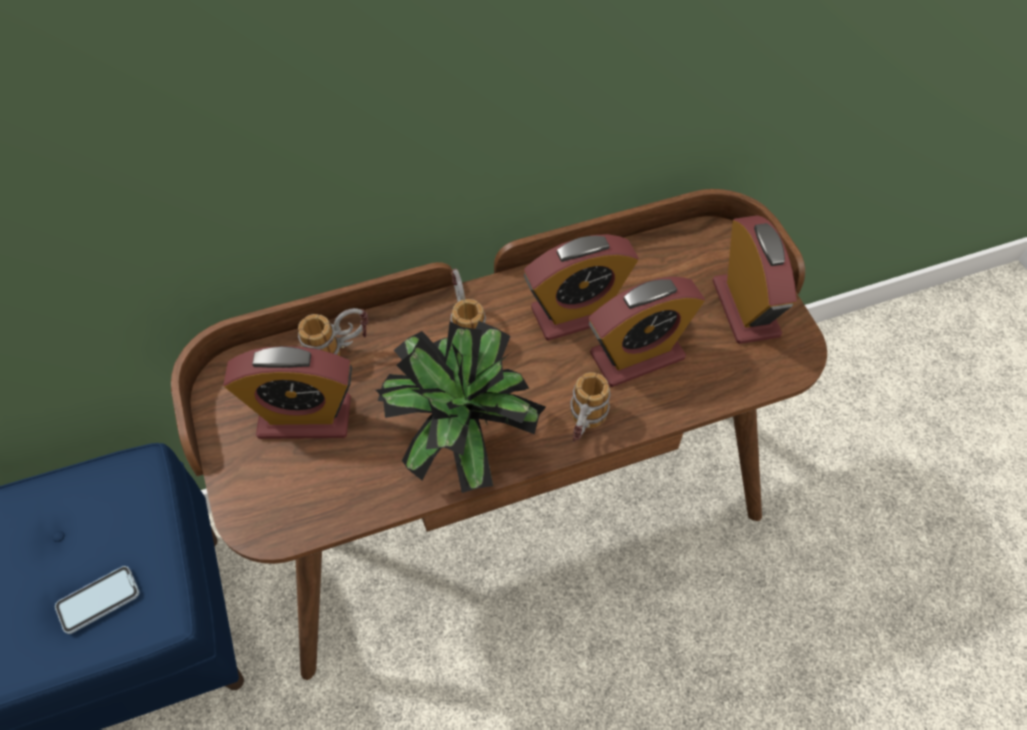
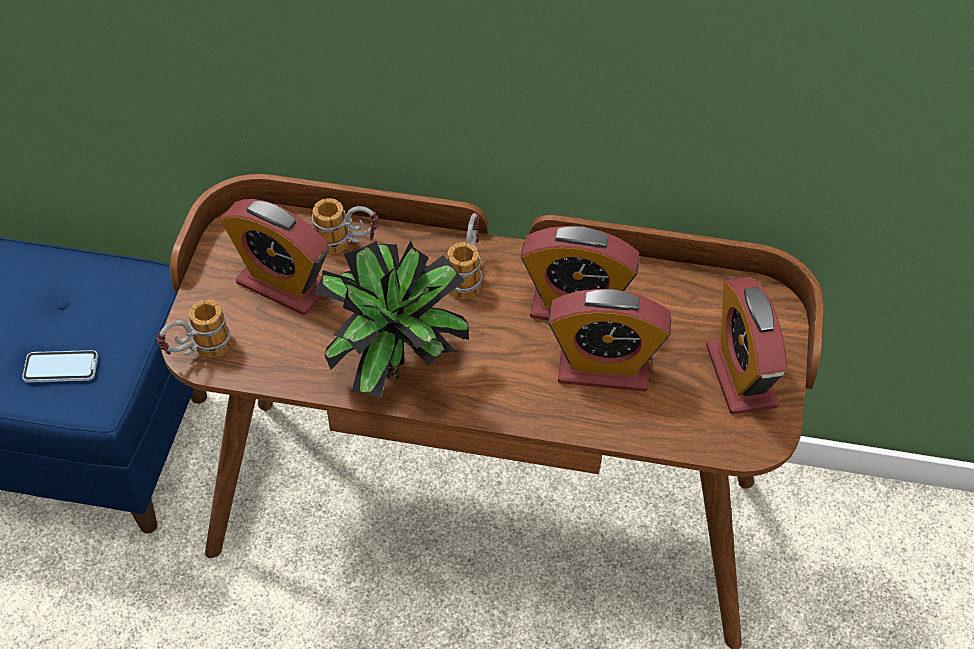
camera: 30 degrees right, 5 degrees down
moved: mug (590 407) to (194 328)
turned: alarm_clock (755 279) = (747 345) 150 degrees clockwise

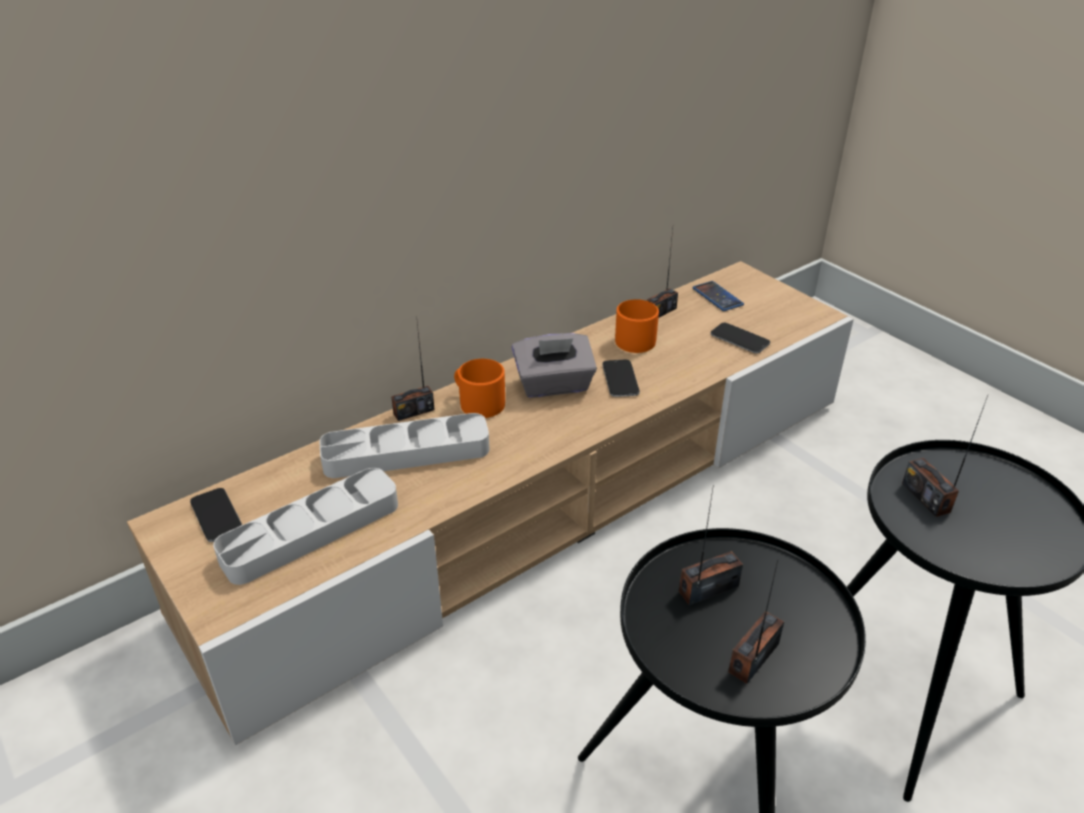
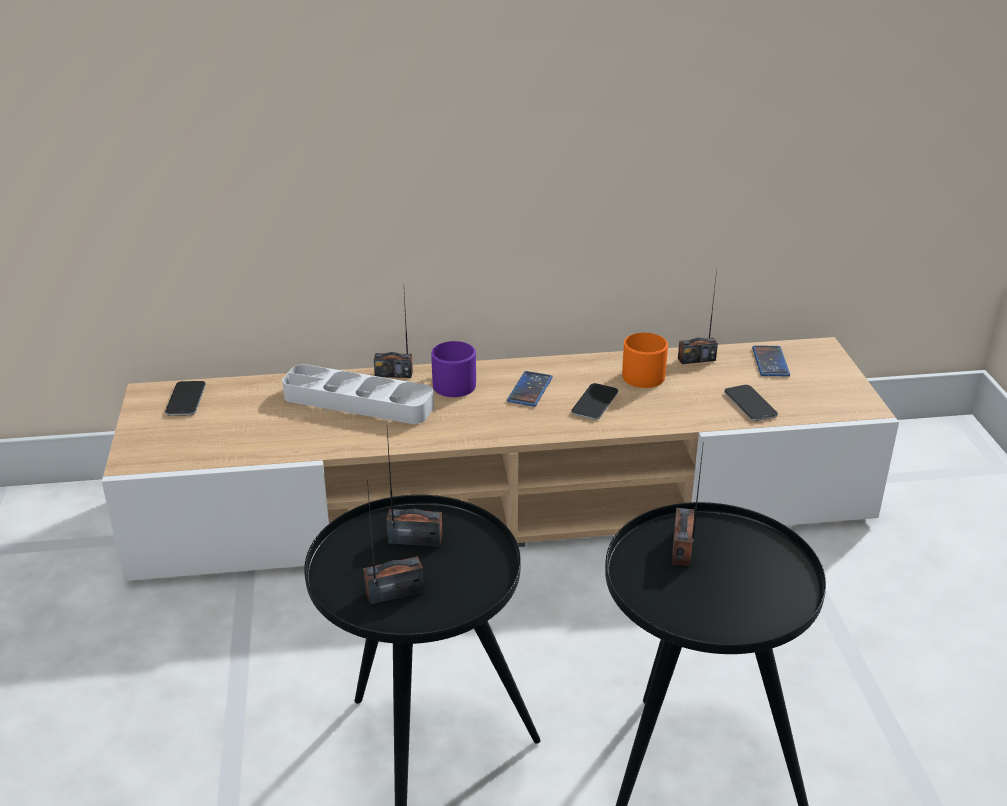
camera: 30 degrees right, 5 degrees down
removed: grey_tray (305 526)
replaced: grey_tissue_box (554 365) to phone (530 389)
recoloured: orange_mug (479 388) to purple_mug (453 369)

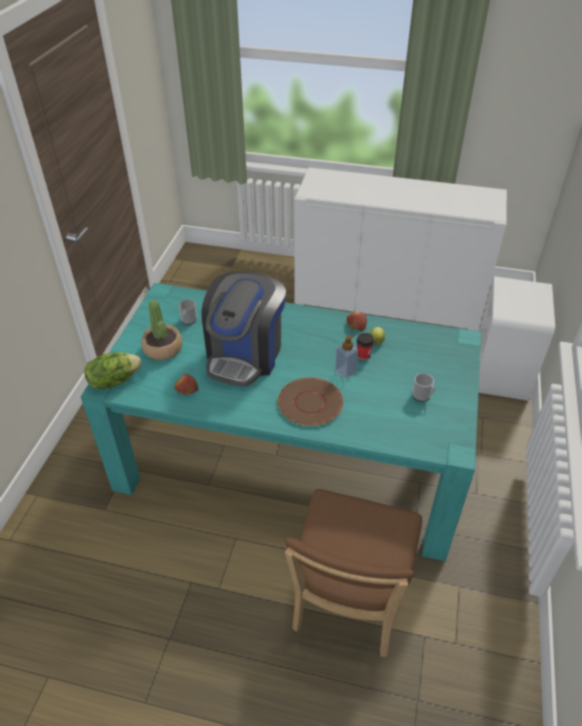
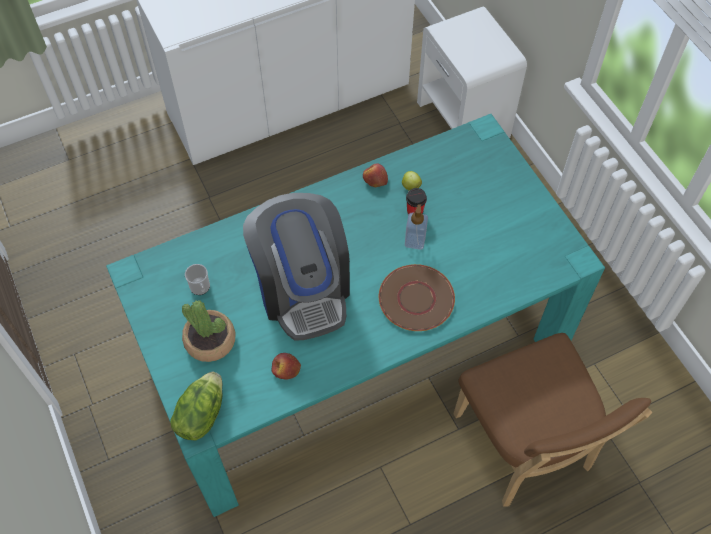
camera: 40 degrees left, 15 degrees up
removed: mug (424 387)

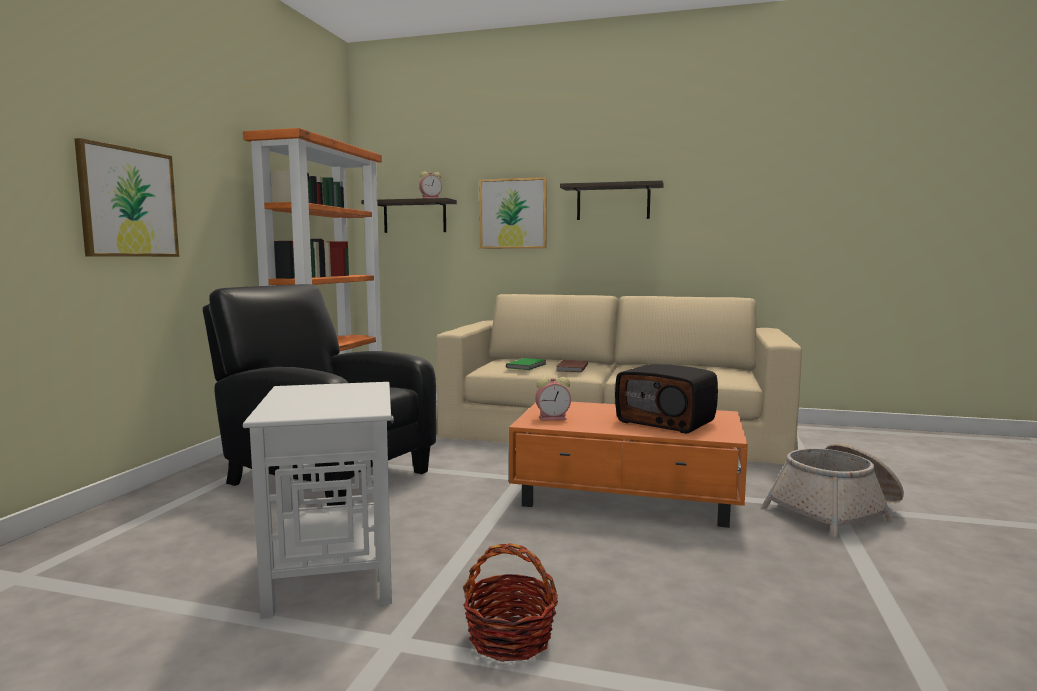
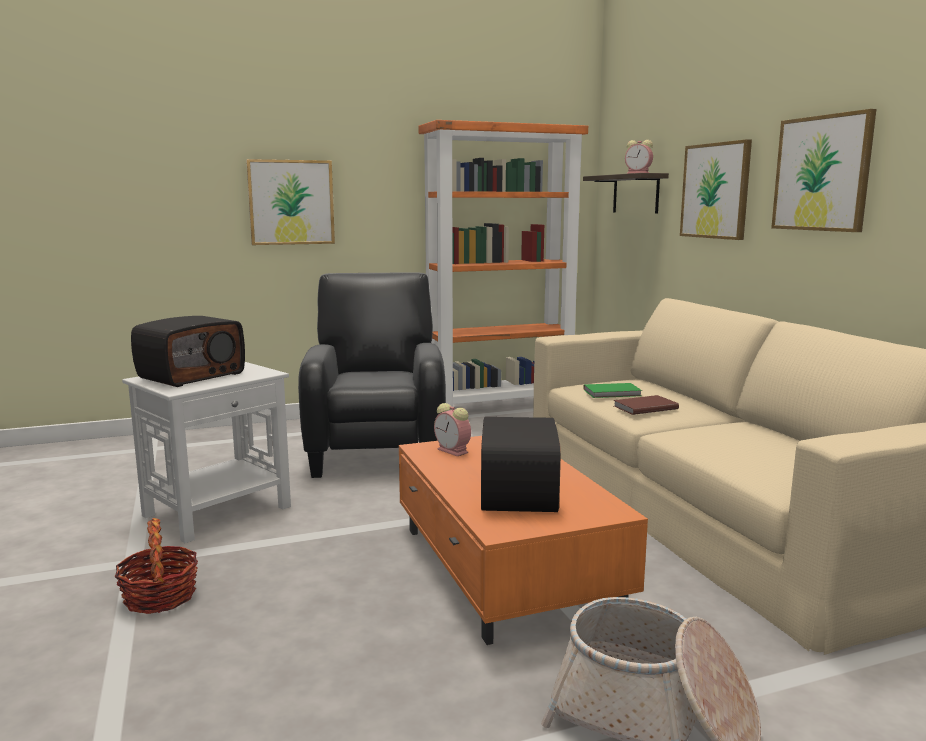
camera: 55 degrees right, 5 degrees up
added: radio (188 351)
replaced: shelf (612 200) to picture (823 170)

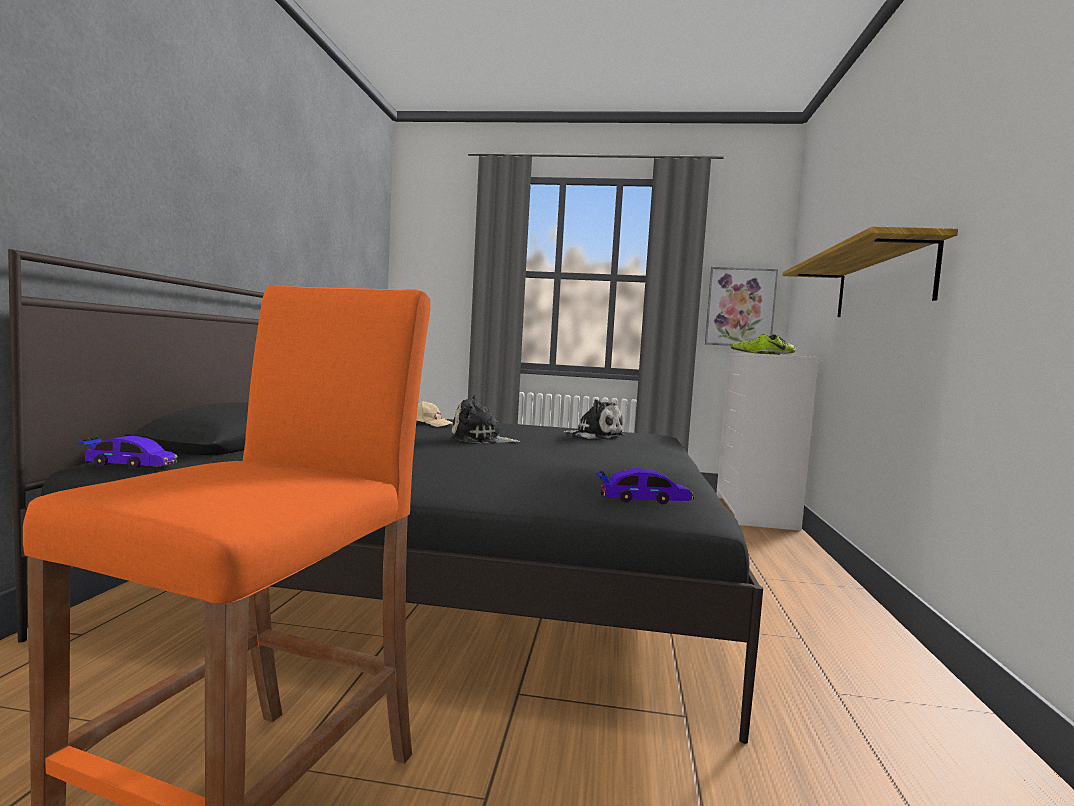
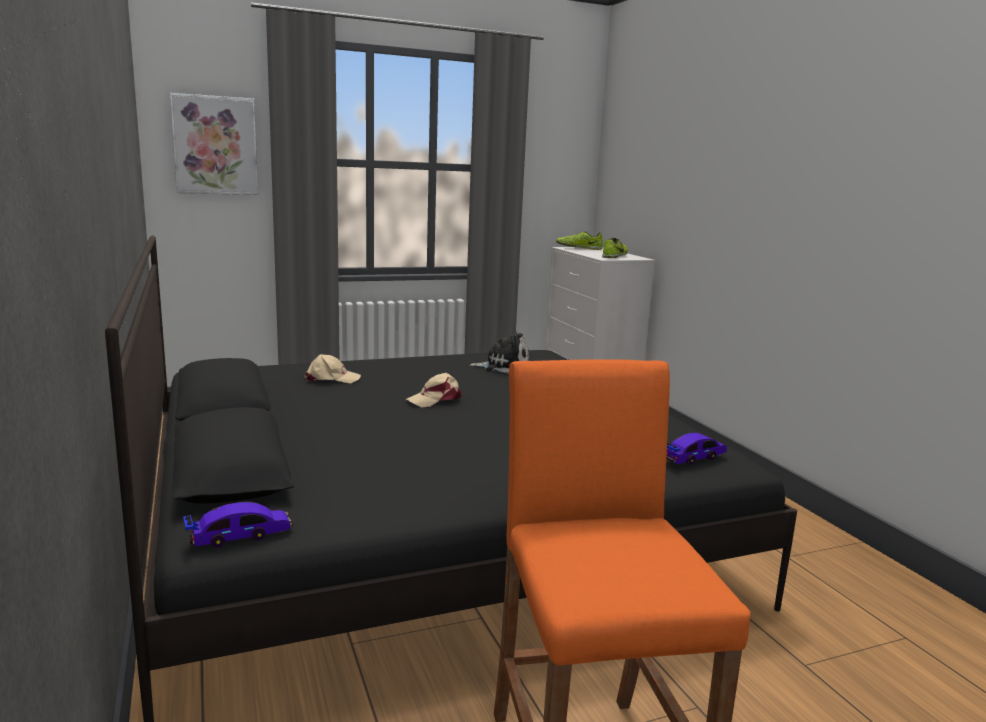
camera: 30 degrees left, 10 degrees up
removed: shelf (870 271)
moved: picture (741 306) to (214 144)
replaced: plush_toy (485 419) to beige_cap (434 390)

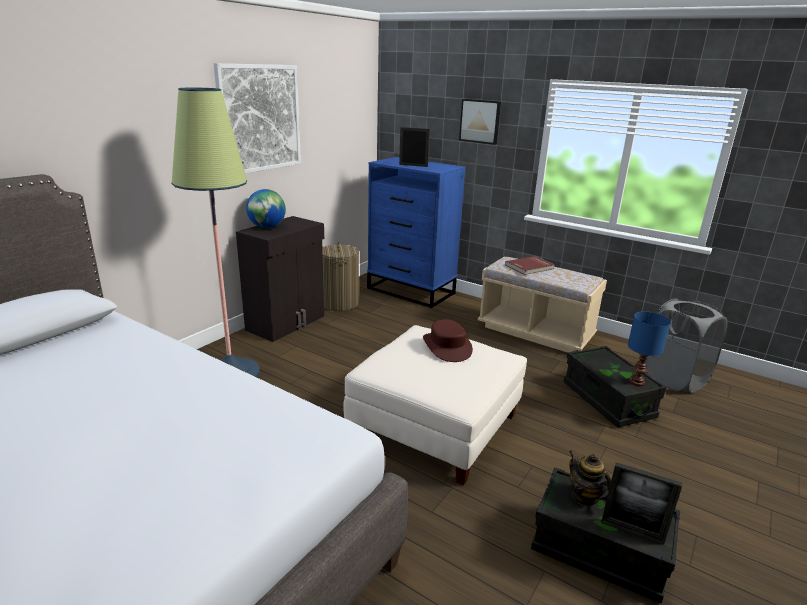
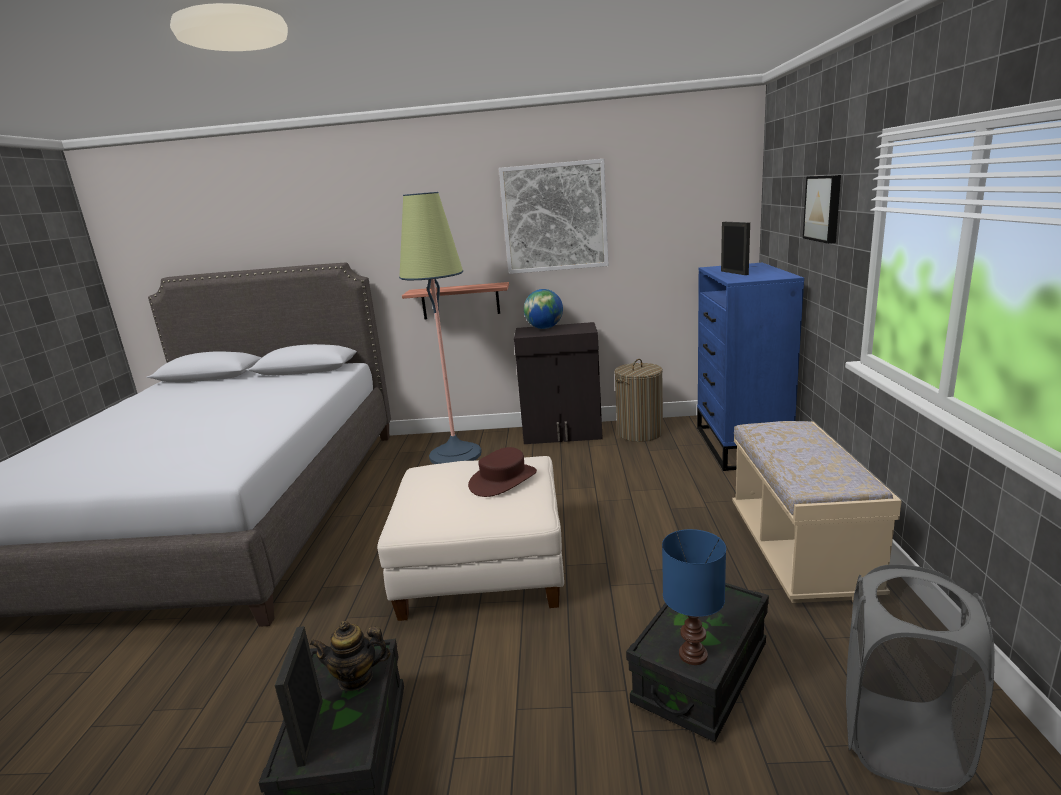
camera: 60 degrees right, 5 degrees down
removed: red_book (530 265)
added: shelf (455 300)
turned: teapot (591 478) = (350 656) 120 degrees counterclockwise

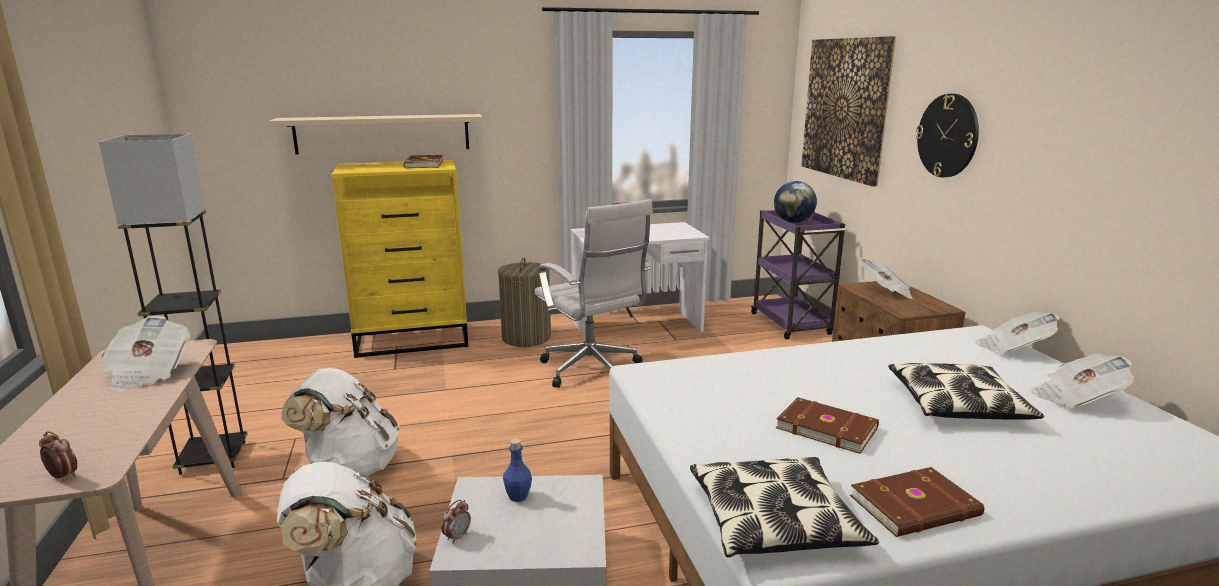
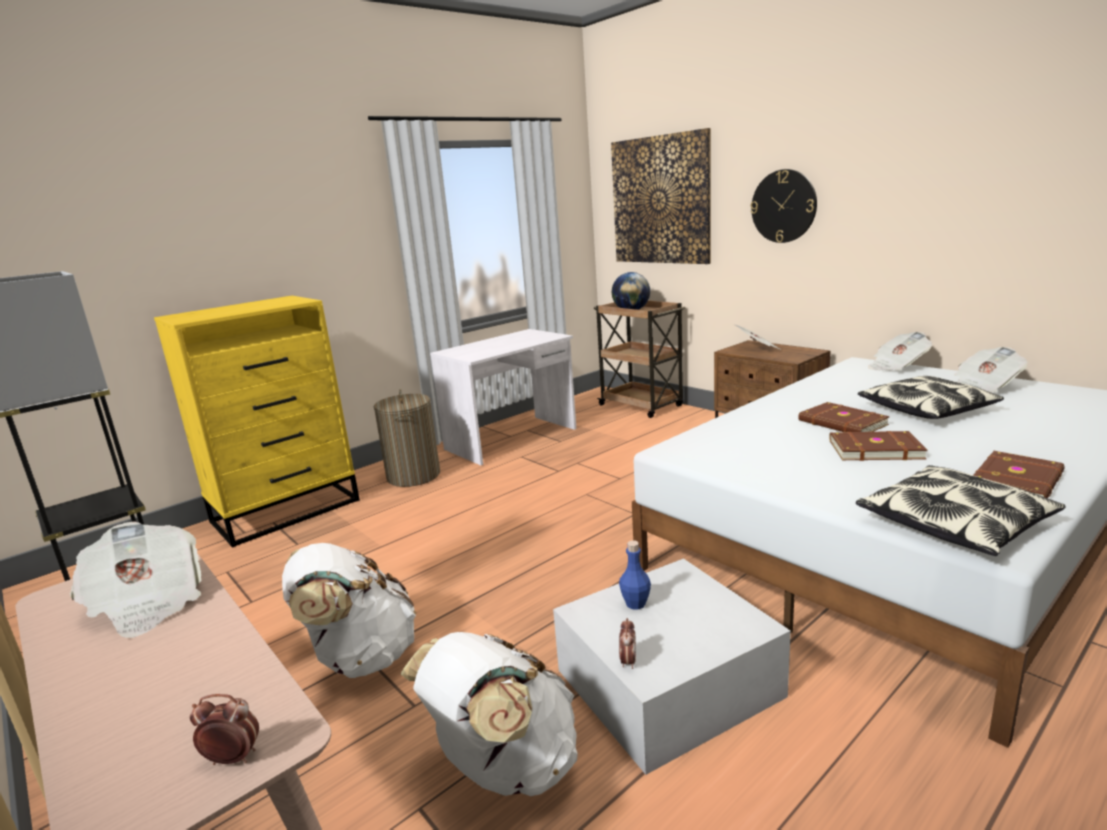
camera: 25 degrees left, 0 degrees up
removed: beige_shelf (376 134); white_office_chair (594 293)
moved: brown_book (423 161) to (844 417)
recoloured: purple_cart (798 274) to brown_cart (639 359)

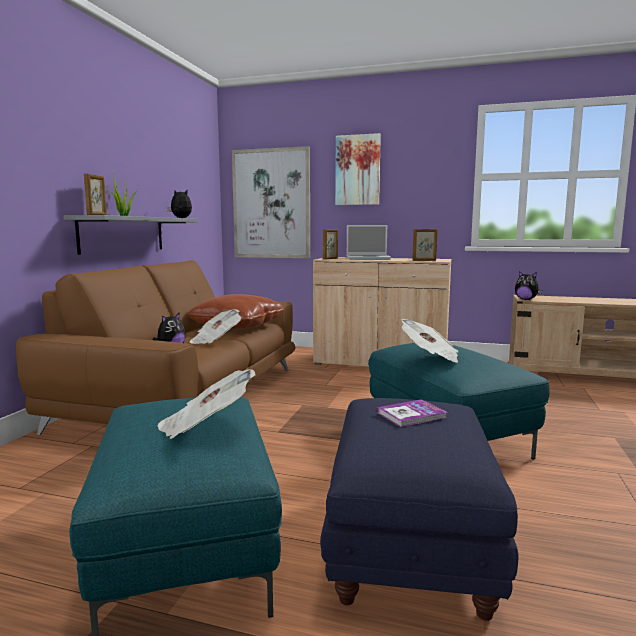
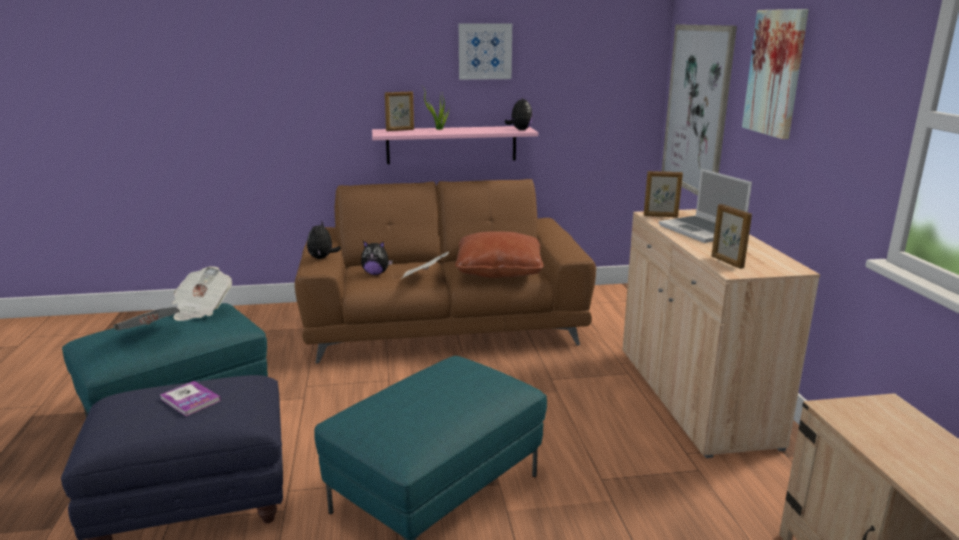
camera: 65 degrees right, 10 degrees up
added: picture (485 51)
moved: plush_toy (528 285) to (324 240); newspaper (429 341) to (202 293)
recoloured: grey_shelf (130 235) to pink_shelf (455 145)

